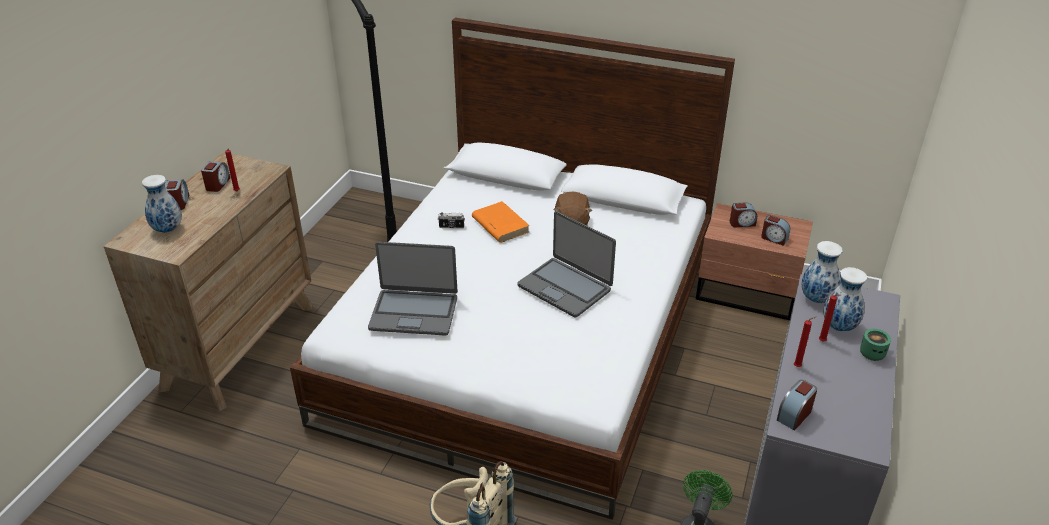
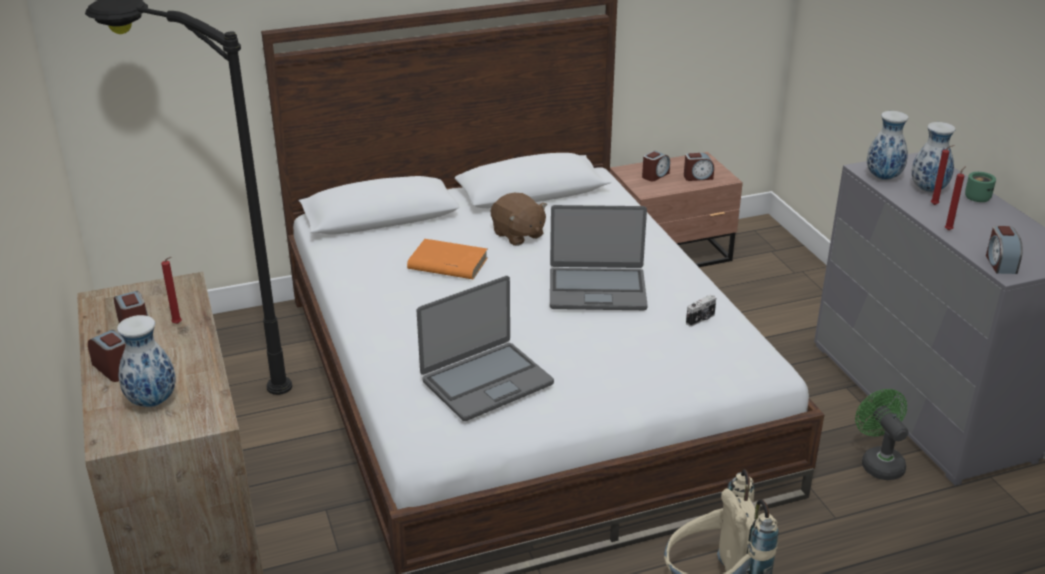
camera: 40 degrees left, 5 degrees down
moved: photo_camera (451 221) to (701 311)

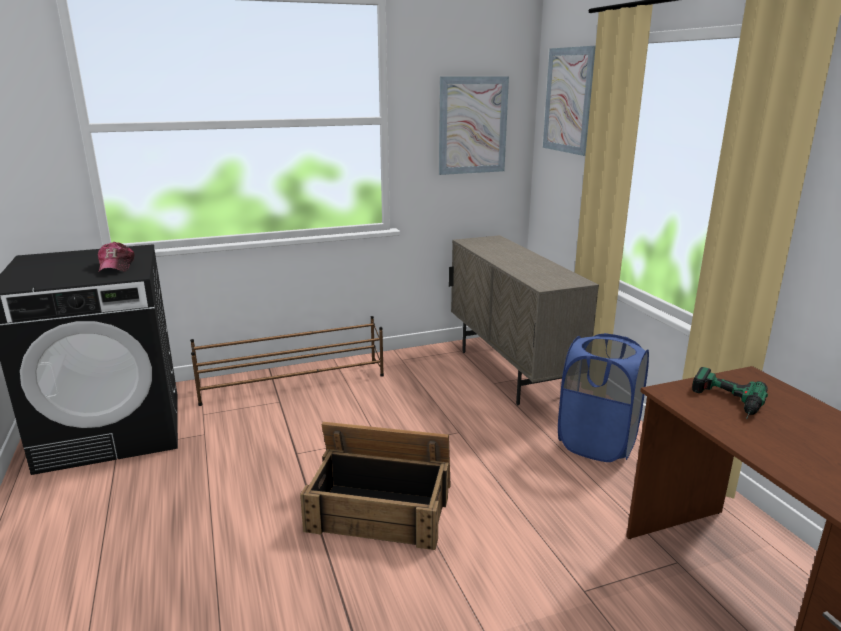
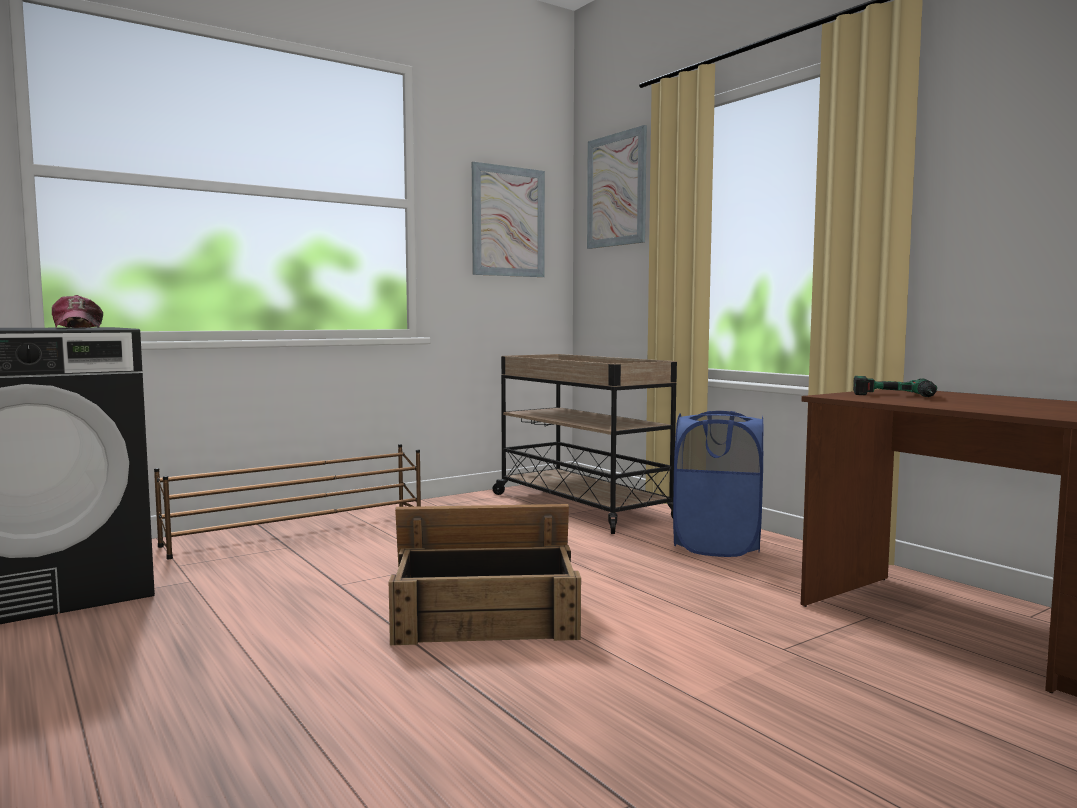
camera: 15 degrees left, 15 degrees down
replaced: beige_cabinet (524 320) to beige_cart (584 444)

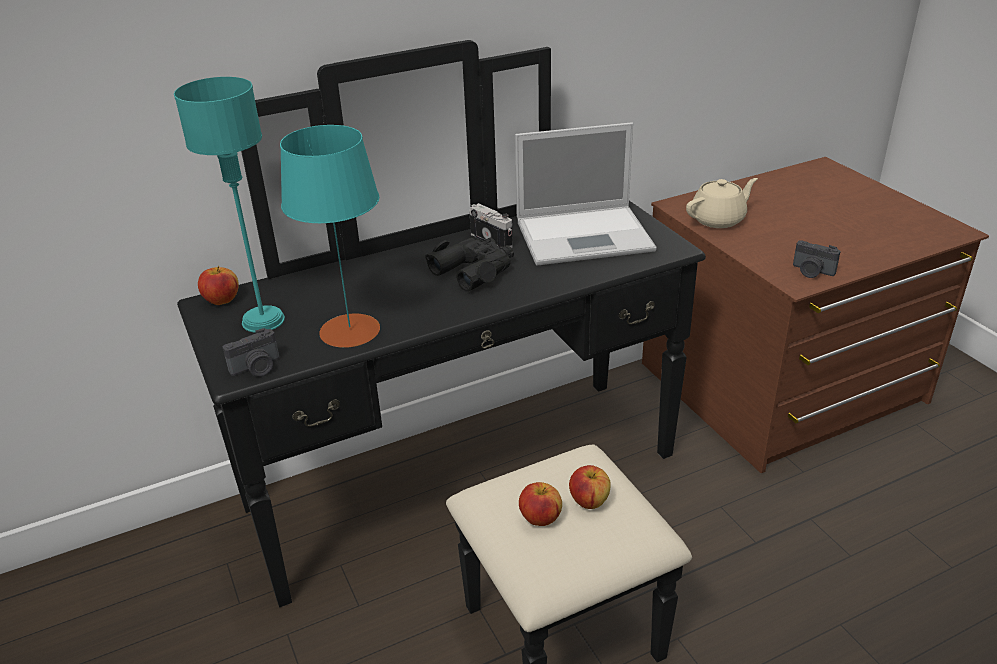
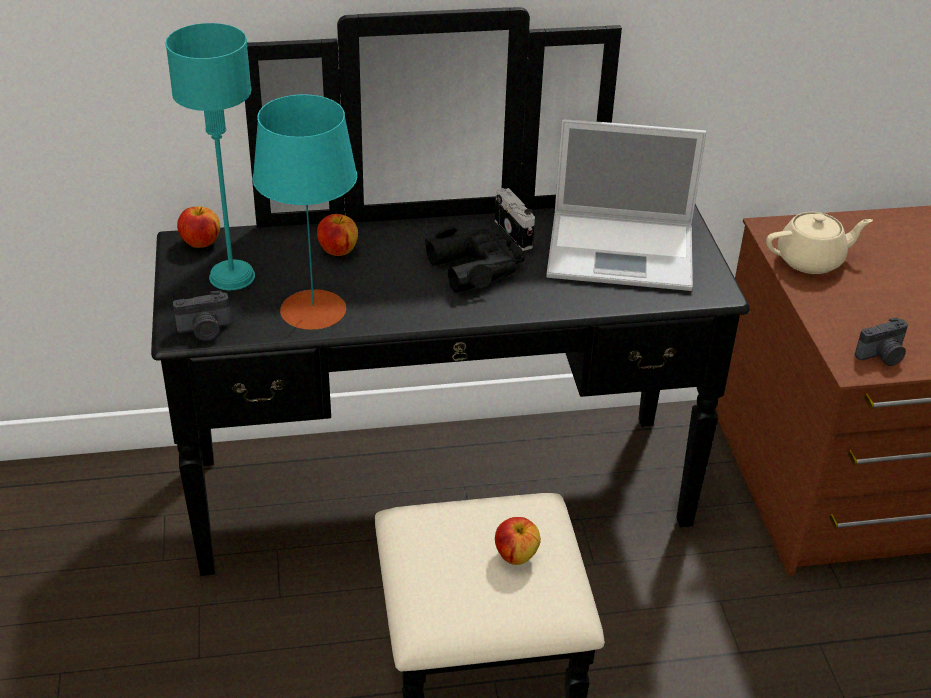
camera: 15 degrees right, 5 degrees up
moved: apple (540 504) to (337 235)
turned: photo_camera (817 259) = (881 341) 75 degrees counterclockwise

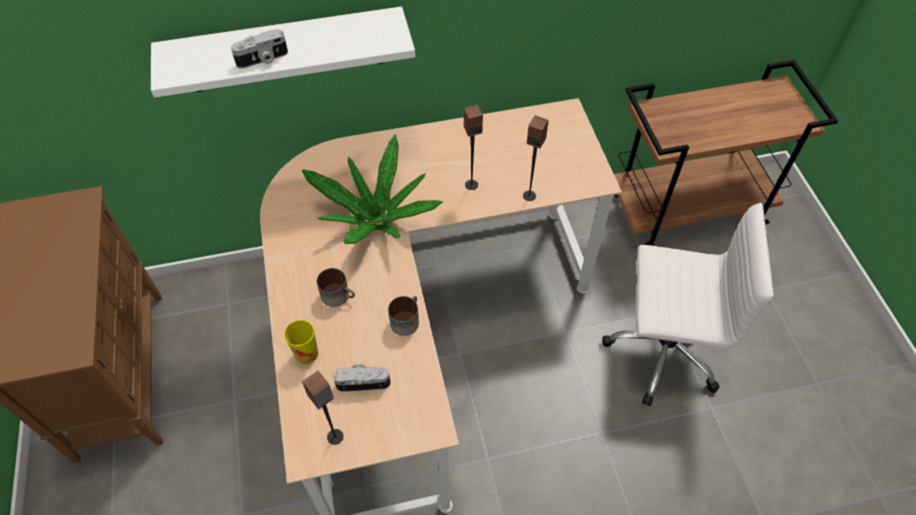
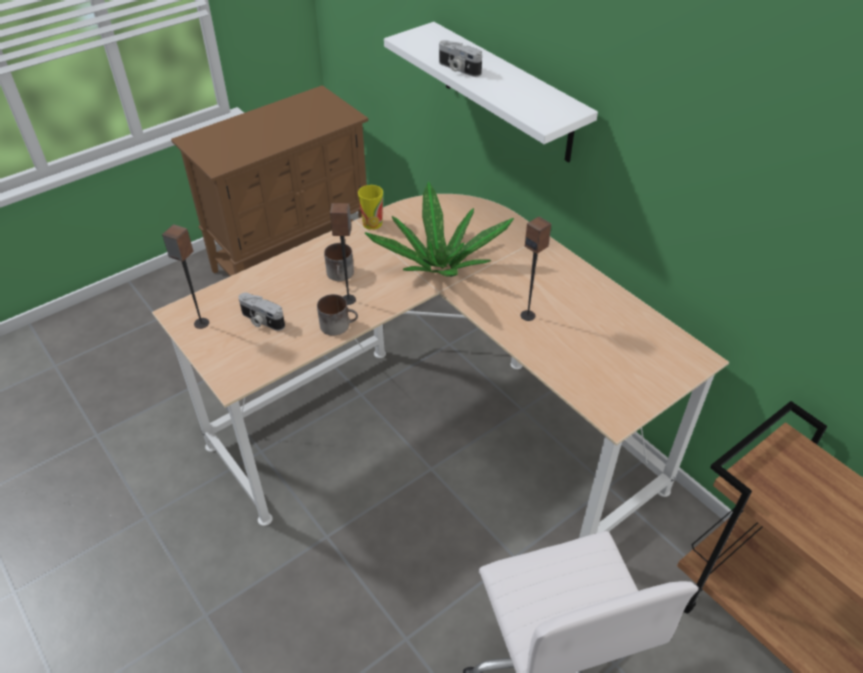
camera: 65 degrees right, 10 degrees down
moved: speaker (536 158) to (343 254); cup (301 342) to (370 207)
turned: photo_camera (362 378) = (261 312) 150 degrees clockwise

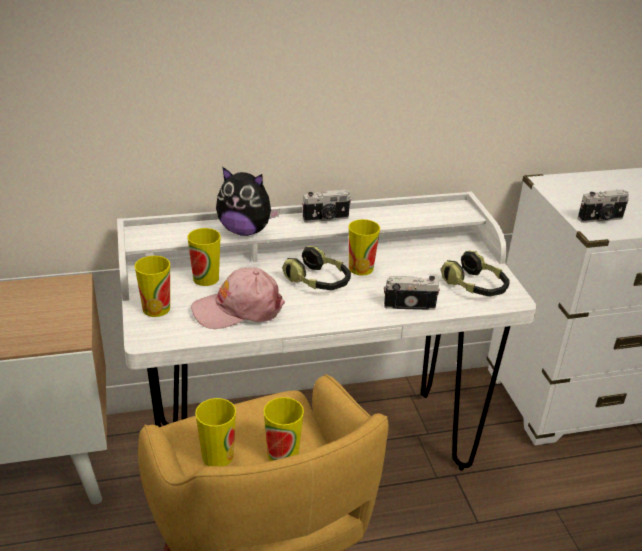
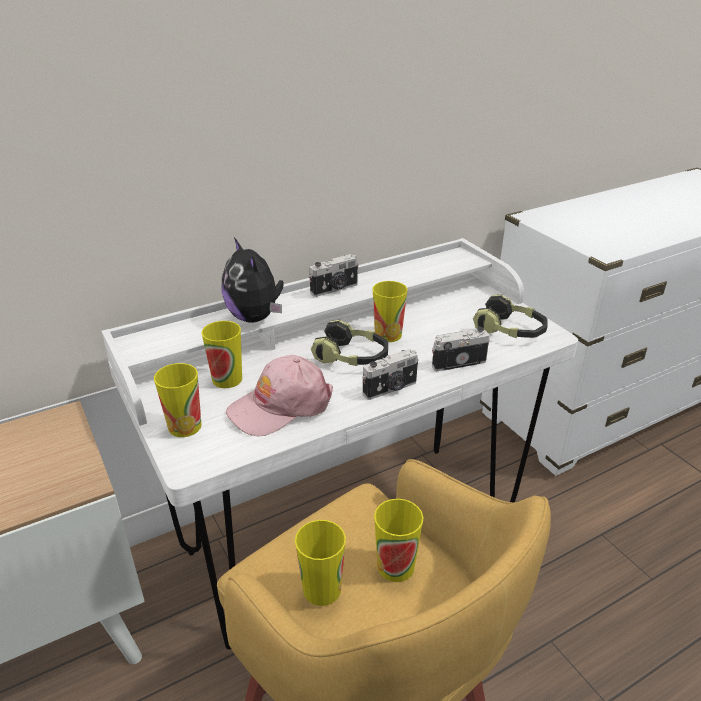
camera: 15 degrees left, 0 degrees up
moved: photo_camera (603 206) to (390 374)
turned: plush_toy (248 201) = (252 280) 60 degrees clockwise

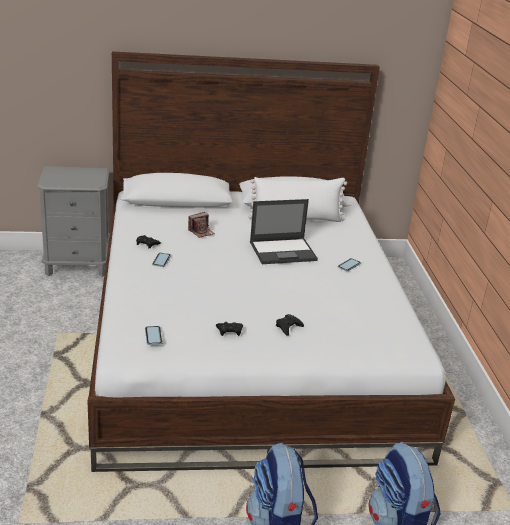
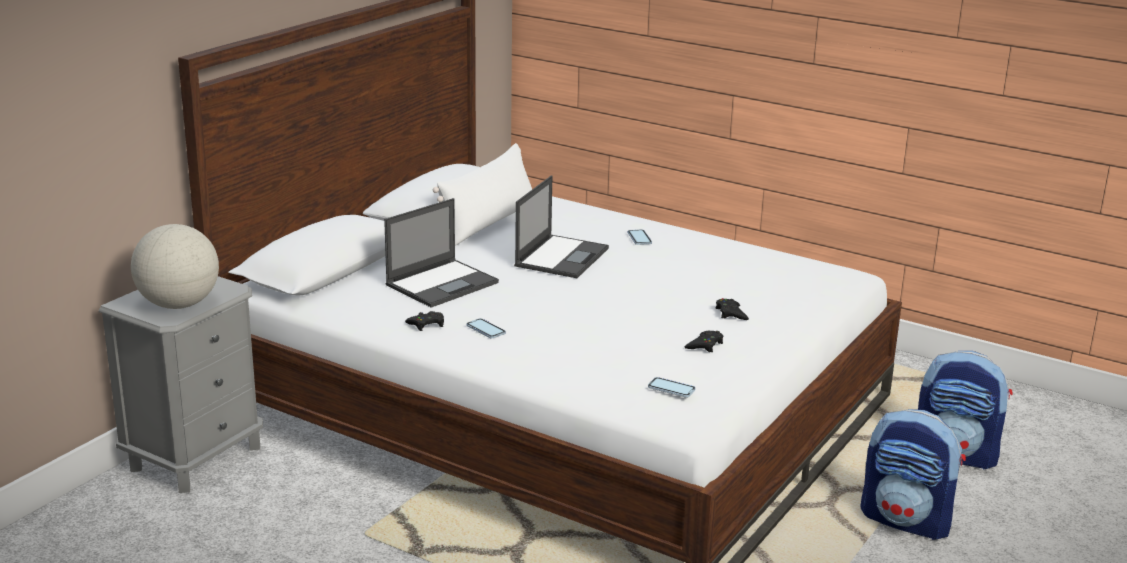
camera: 50 degrees left, 5 degrees down
added: globe (175 266)
replaced: photo_camera (201 225) to laptop (441 253)

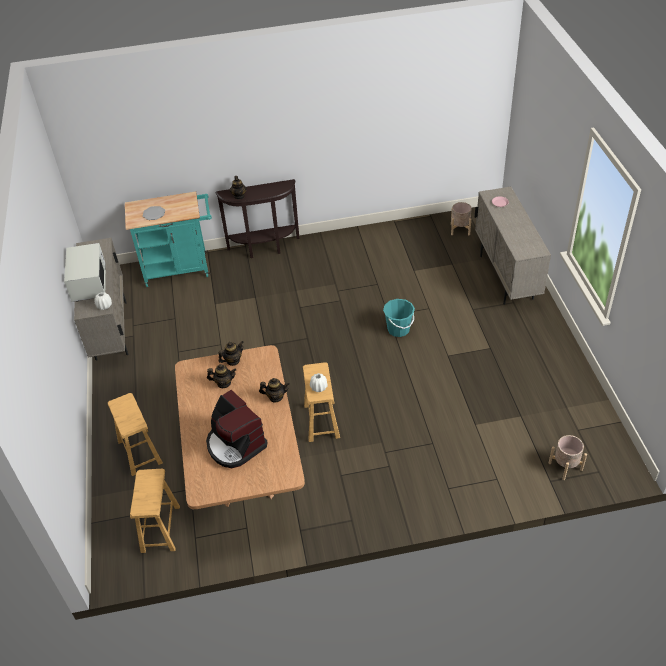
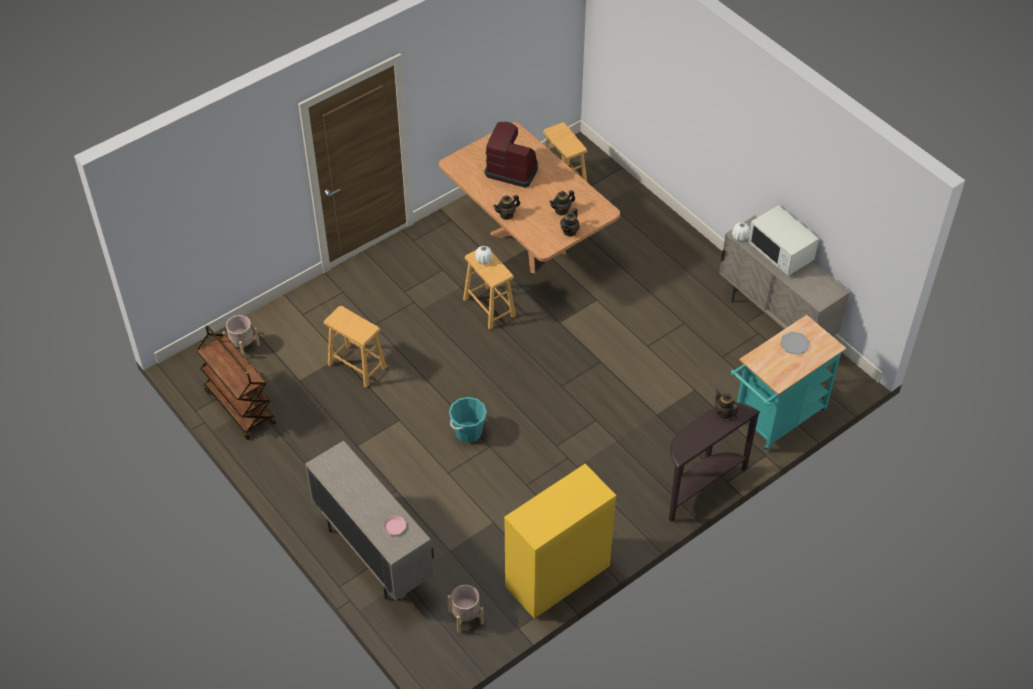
camera: 150 degrees right, 5 degrees up
added: brown_cart (236 382); yellow_dresser (560 541)
moved: brown_stool (135 434) to (355 347)

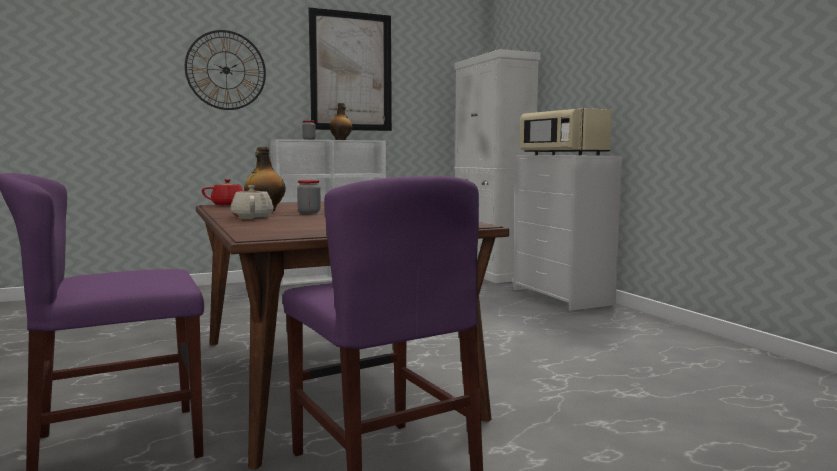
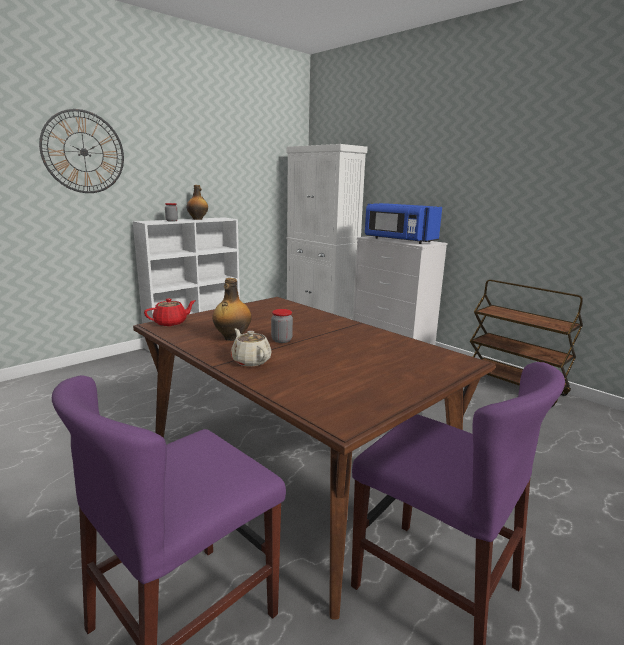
camera: 20 degrees left, 10 degrees up
removed: picture (350 69)
added: brown_cart (526 343)
recoloured: beige_microwave (566 131) to blue_microwave (403 223)

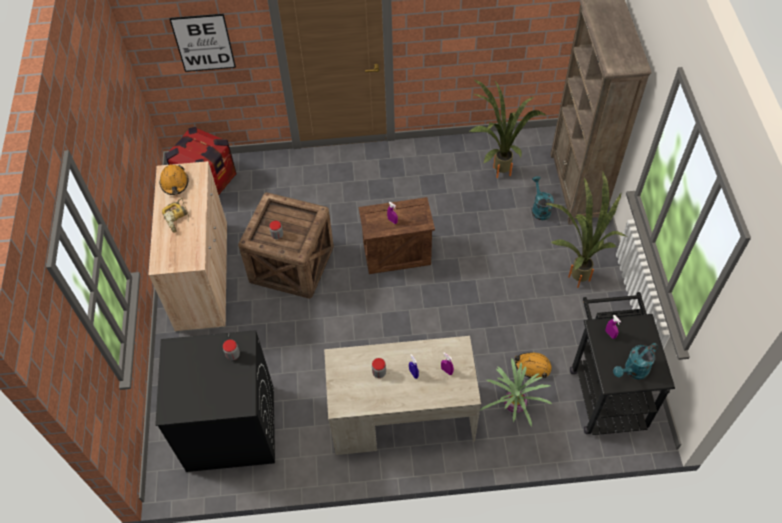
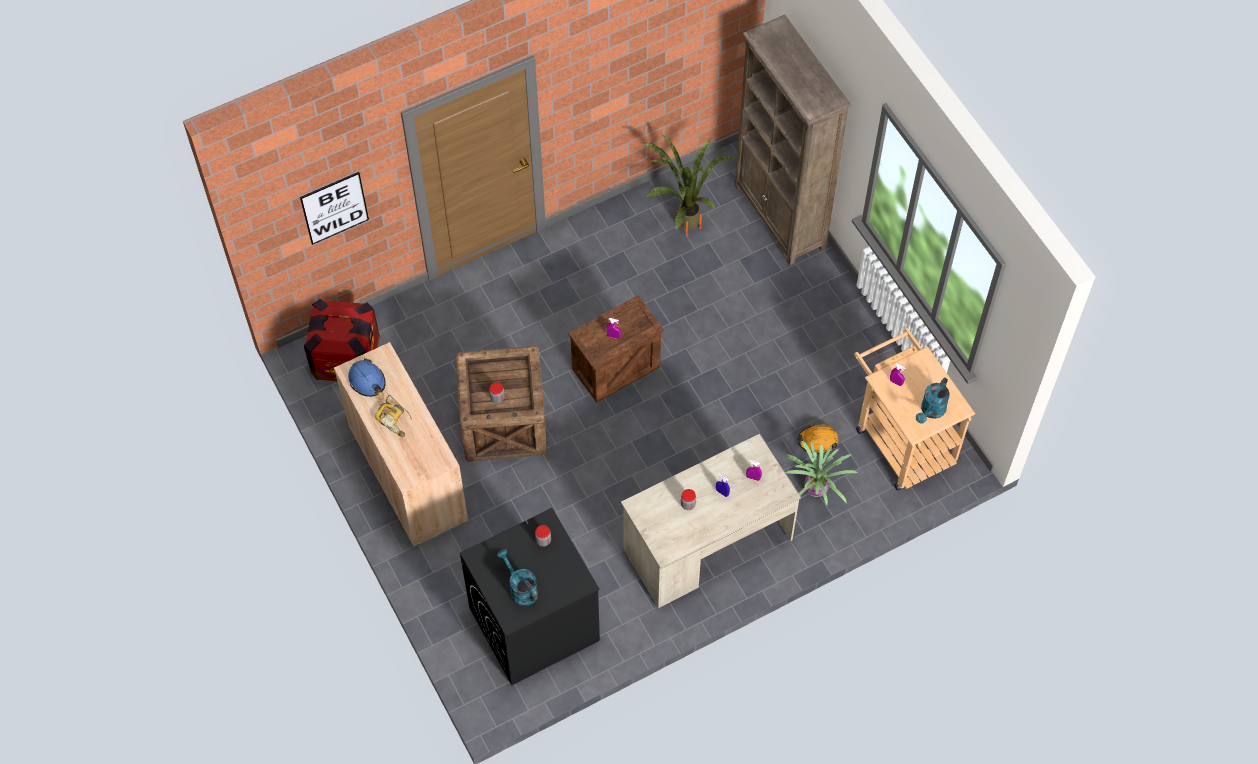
camera: 25 degrees left, 5 degrees up
removed: potted_plant (586 229)
moved: turquoise_watering_can (543 198) to (517 577)
recoloured: orange_hard_hat (173 180) to blue_hard_hat (367 377); black_cart (622 363) to beige_cart (914 409)

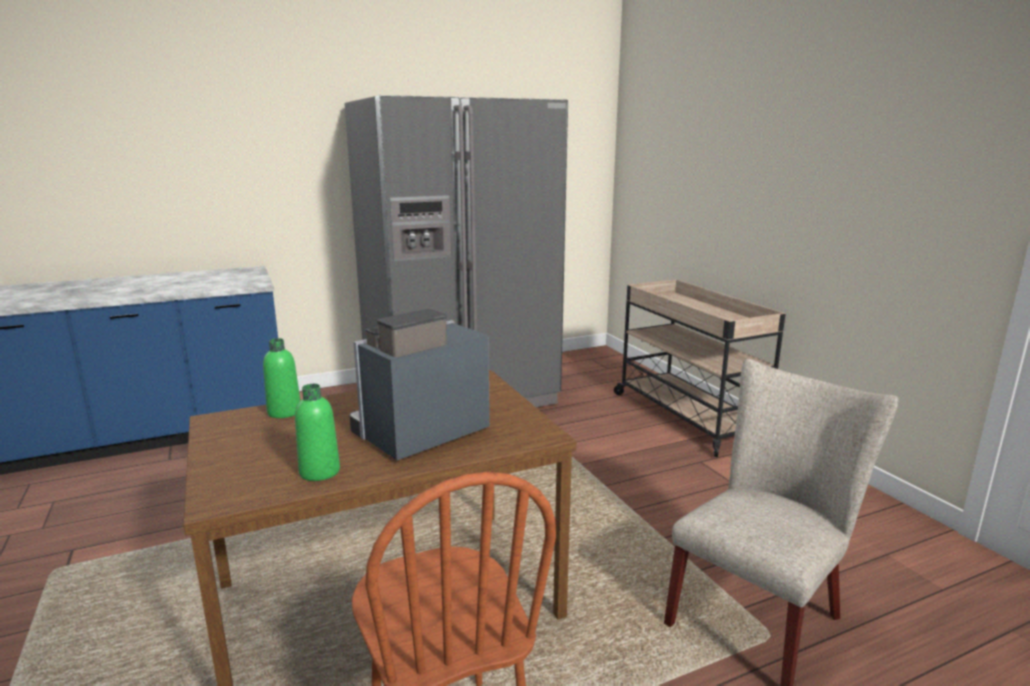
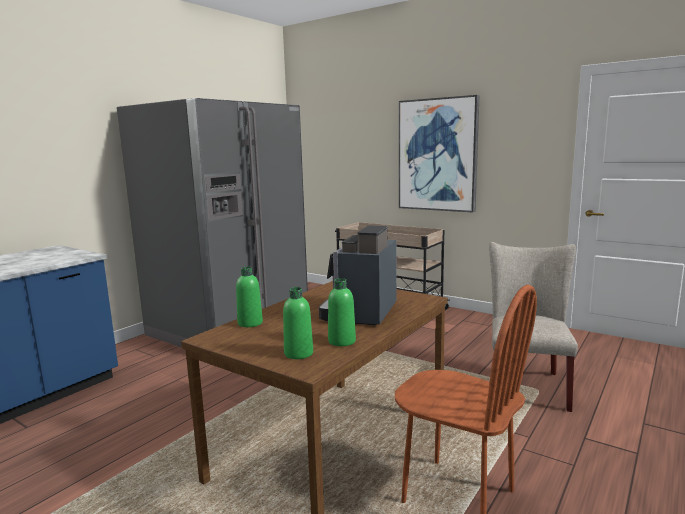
camera: 30 degrees left, 5 degrees down
added: picture (439 153); green_bottle (298 323)

